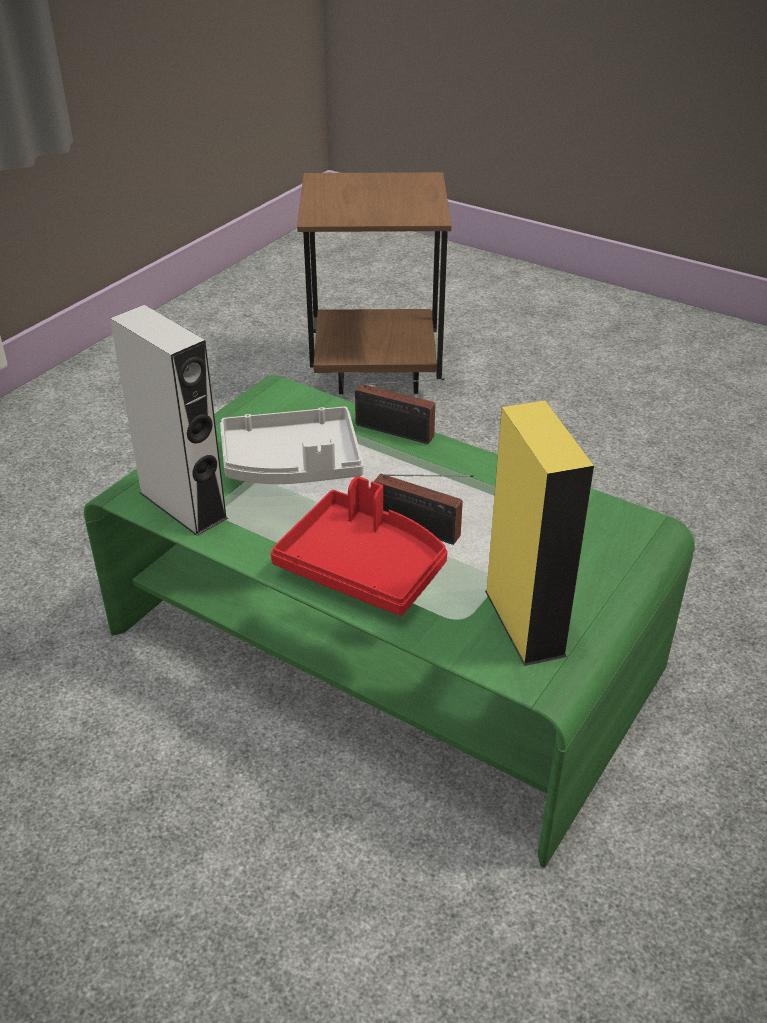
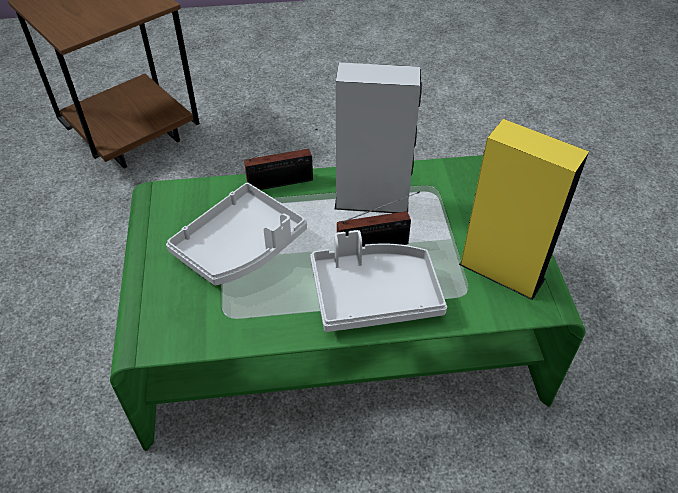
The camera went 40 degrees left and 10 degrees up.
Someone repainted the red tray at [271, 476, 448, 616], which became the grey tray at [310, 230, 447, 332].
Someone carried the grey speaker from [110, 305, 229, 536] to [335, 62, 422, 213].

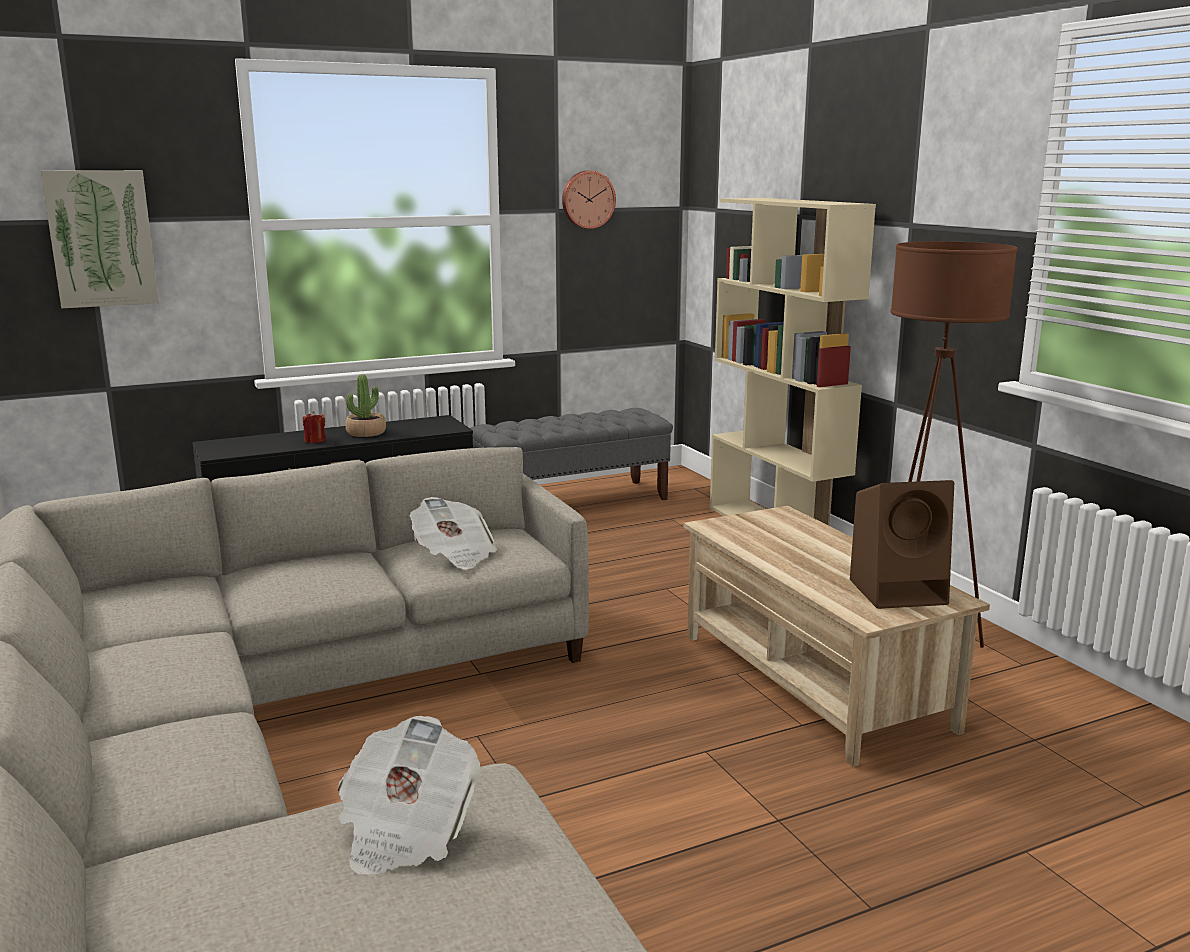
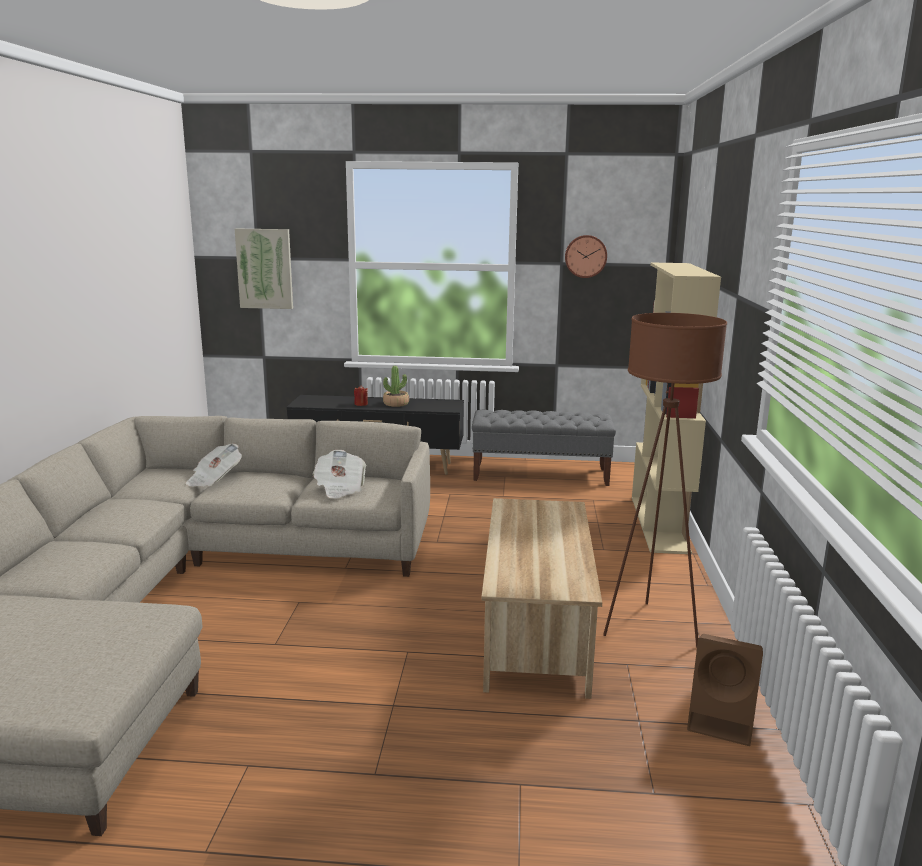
The camera went 30 degrees right and 0 degrees up.
Someone carried the newspaper from [338, 716, 481, 875] to [186, 444, 242, 487].
Someone carried the brown speaker from [850, 480, 954, 609] to [687, 634, 763, 746].

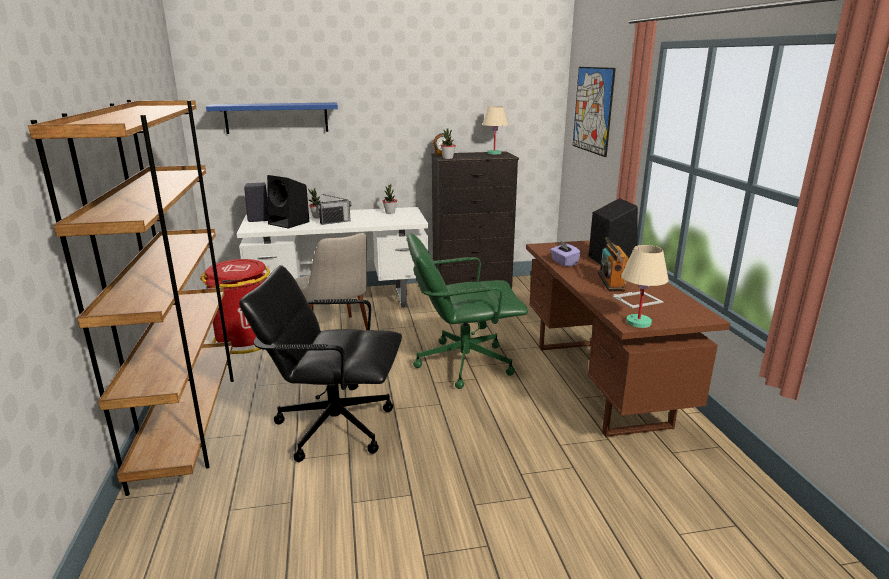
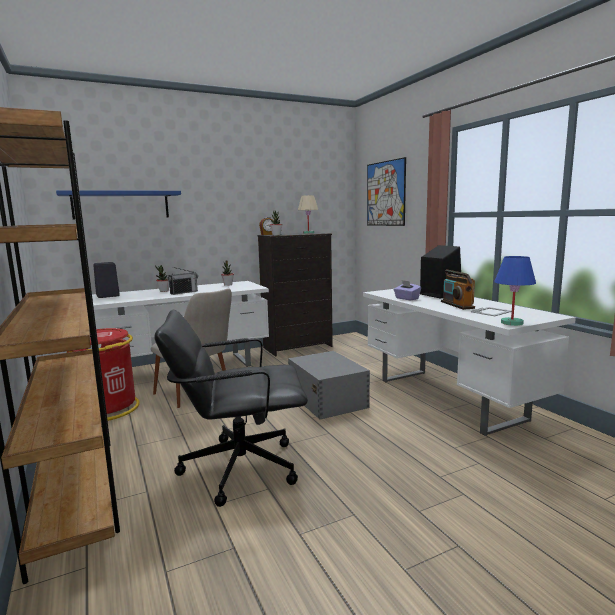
The camera went 15 degrees left and 10 degrees down.
Someone swapped the green office chair at [407, 233, 528, 389] for the grey storage box at [288, 351, 370, 420].
Someone repainted the brown desk at [526, 240, 730, 437], which became the white desk at [363, 289, 576, 436].
Someone repainted the beige table lamp at [621, 245, 669, 328], which became the blue table lamp at [494, 256, 536, 326].
Someone took away the black speaker at [267, 175, 310, 229].

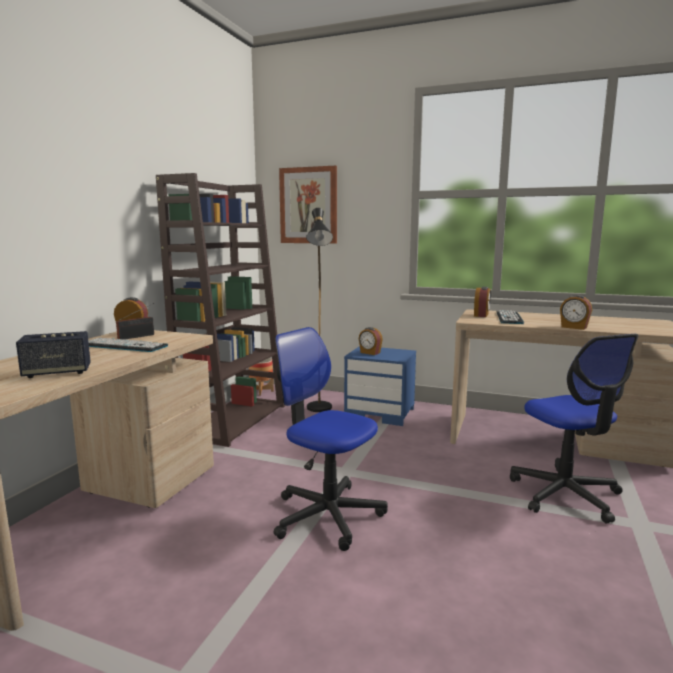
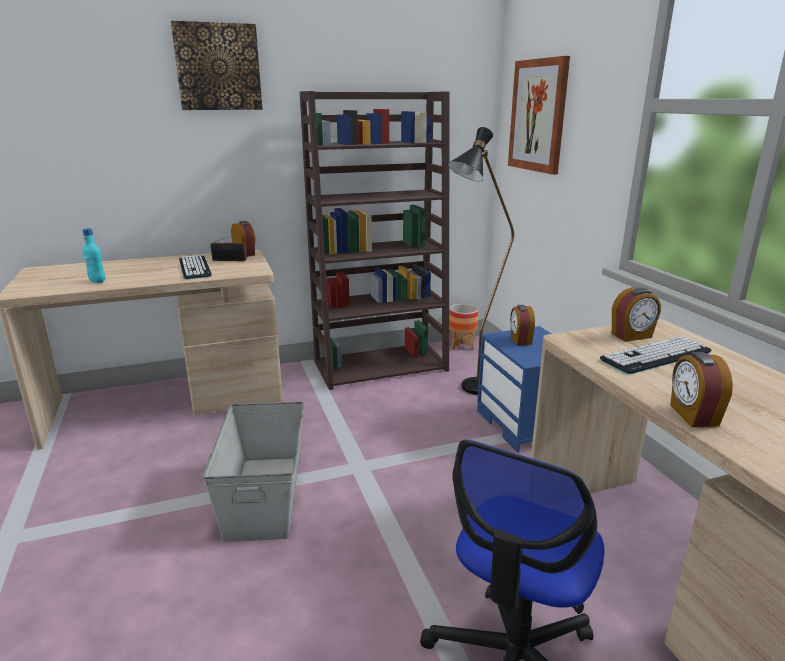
The camera went 50 degrees right and 10 degrees up.
Someone swapped the speaker at [16, 331, 91, 378] for the turquoise bottle at [83, 228, 106, 283].
Someone put up the picture at [171, 21, 263, 110].
Someone swapped the office chair at [274, 327, 388, 551] for the grey storage box at [202, 402, 304, 542].

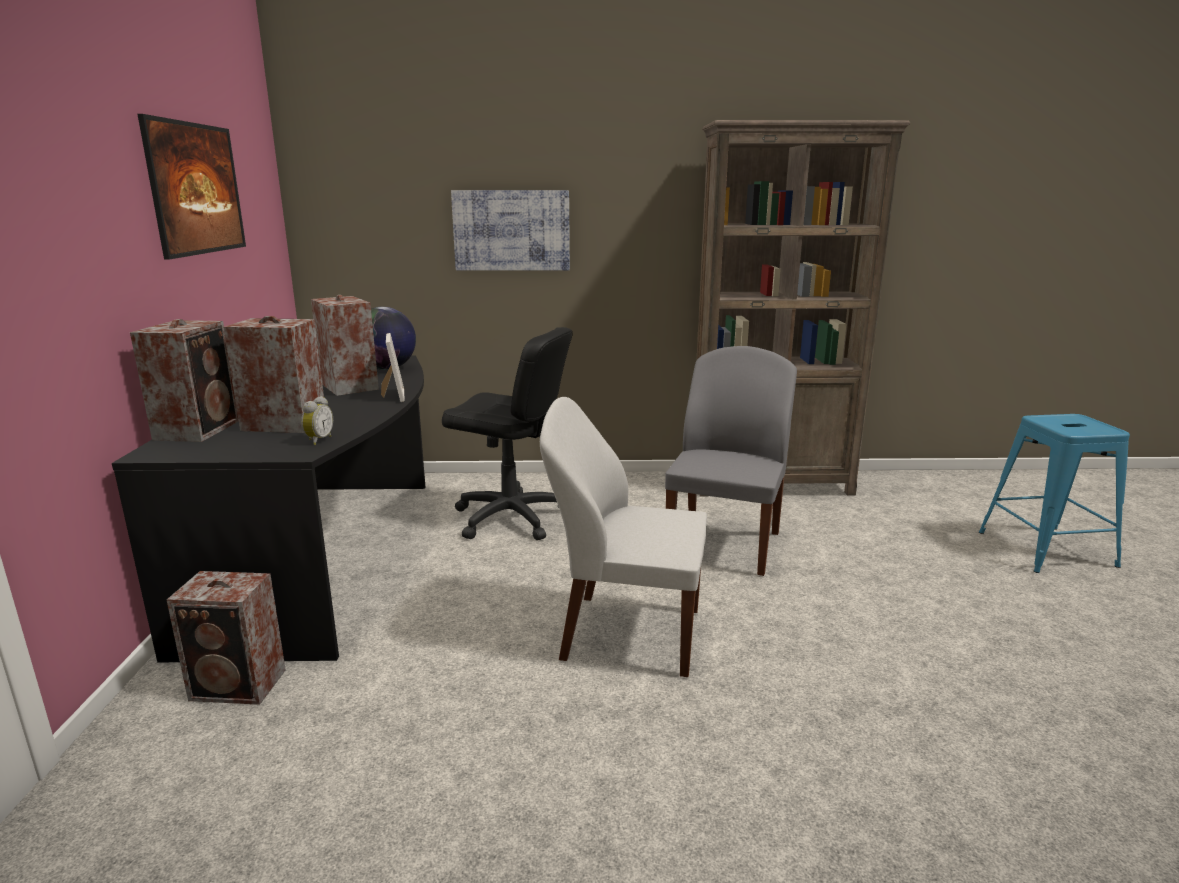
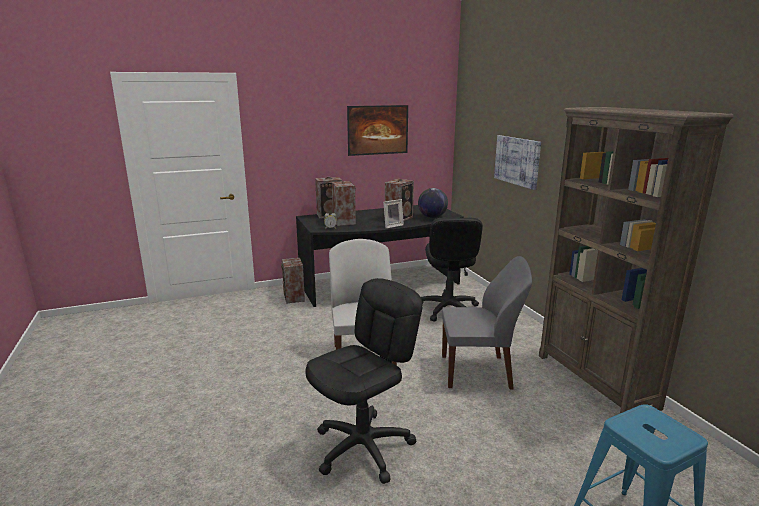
The camera went 70 degrees right and 0 degrees up.
Someone put down the black office chair at [305, 278, 423, 484].

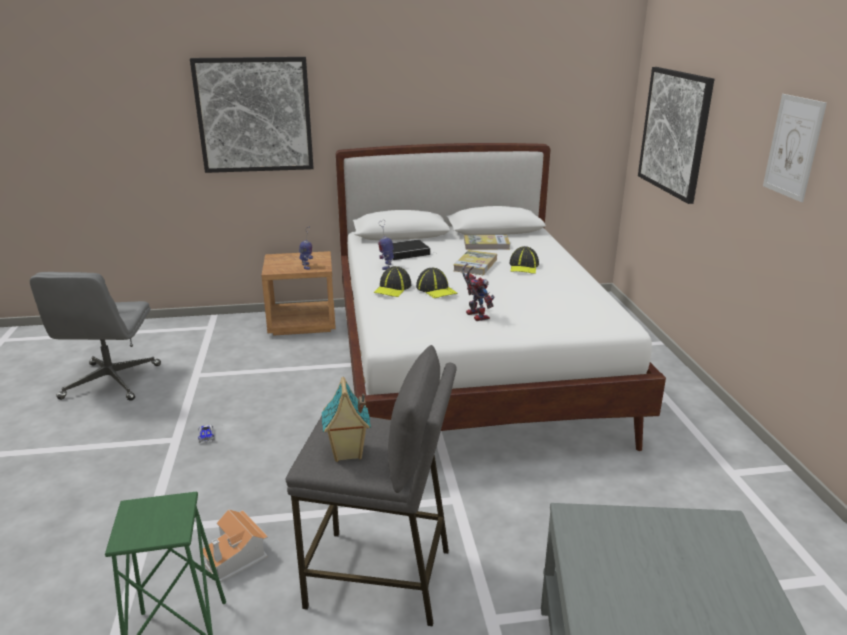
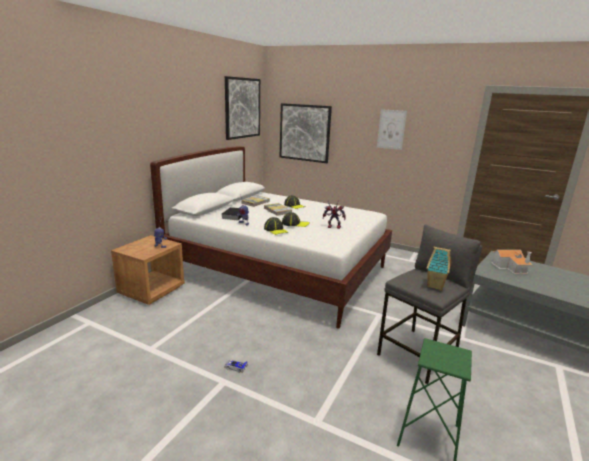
The camera went 55 degrees left and 5 degrees down.
Someone carried the picture from [190, 57, 314, 173] to [225, 76, 260, 140].
Someone carried the toy house from [203, 509, 268, 582] to [491, 250, 533, 274].
Someone took away the grey office chair at [30, 272, 161, 401].

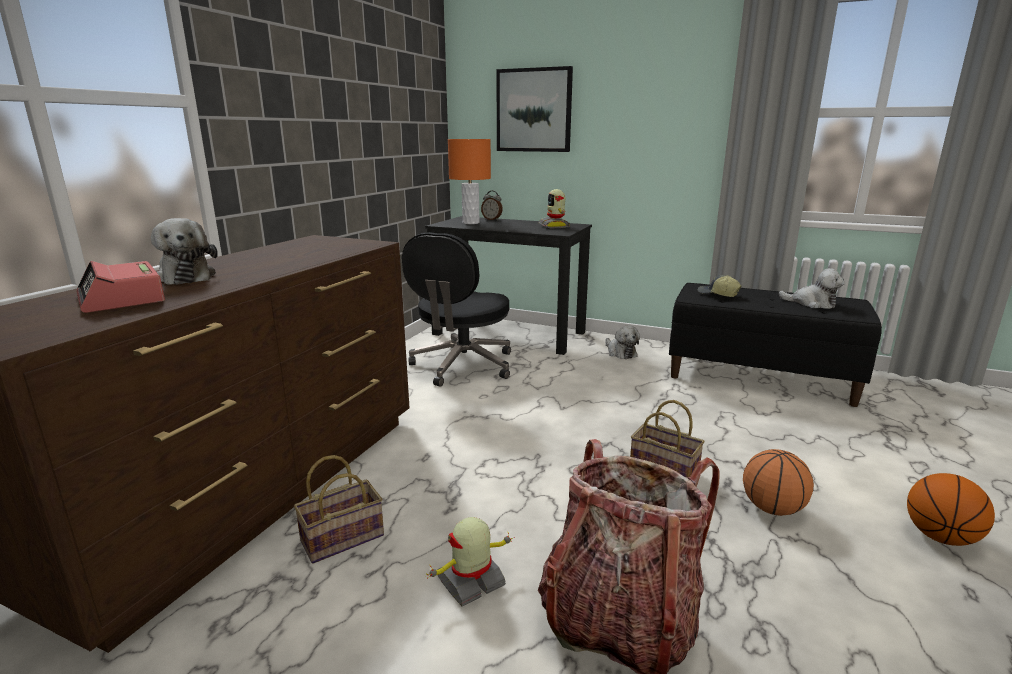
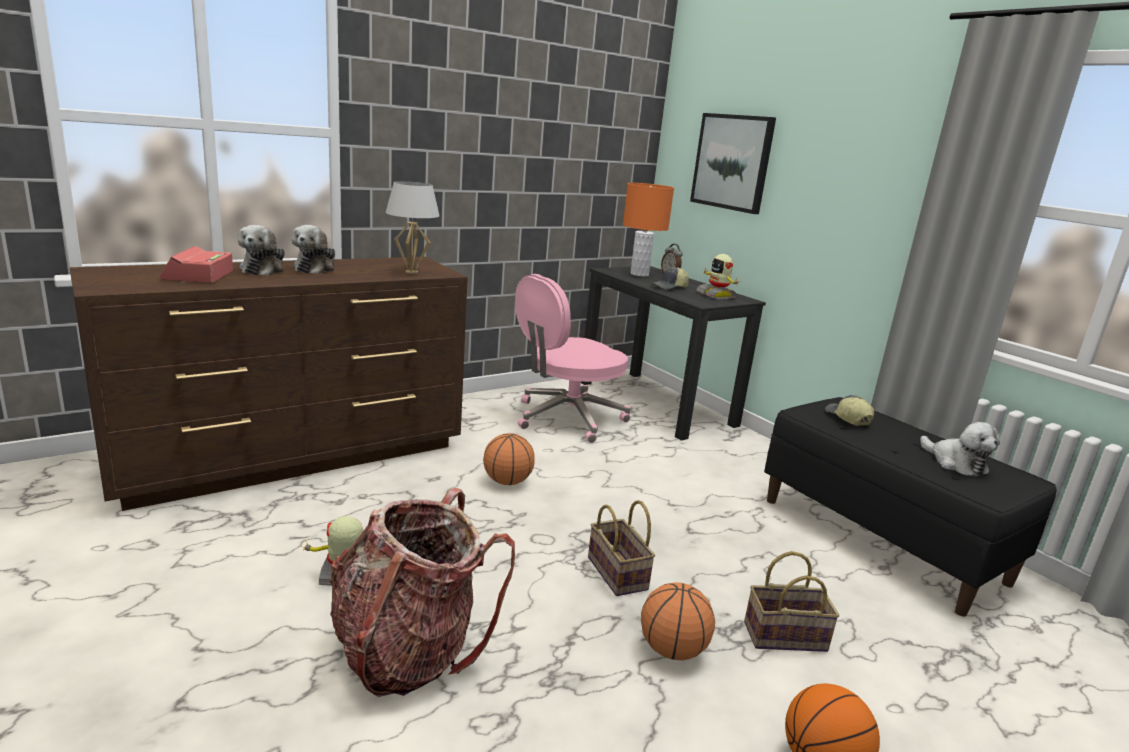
The camera went 30 degrees right and 0 degrees up.
Someone carried the plush toy from [605, 326, 640, 359] to [292, 225, 335, 274].
Someone put down the white table lamp at [386, 181, 440, 274].
Someone put down the basketball at [483, 433, 535, 485].
Someone repainted the black office chair at [402, 232, 511, 387], which became the pink office chair at [515, 274, 631, 443].
Someone put down the cap at [651, 267, 689, 289].
Someone rotated the toy robot at [538, 189, 570, 228] by 45 degrees counterclockwise.
Someone carried the basket from [294, 455, 384, 564] to [744, 551, 839, 652].

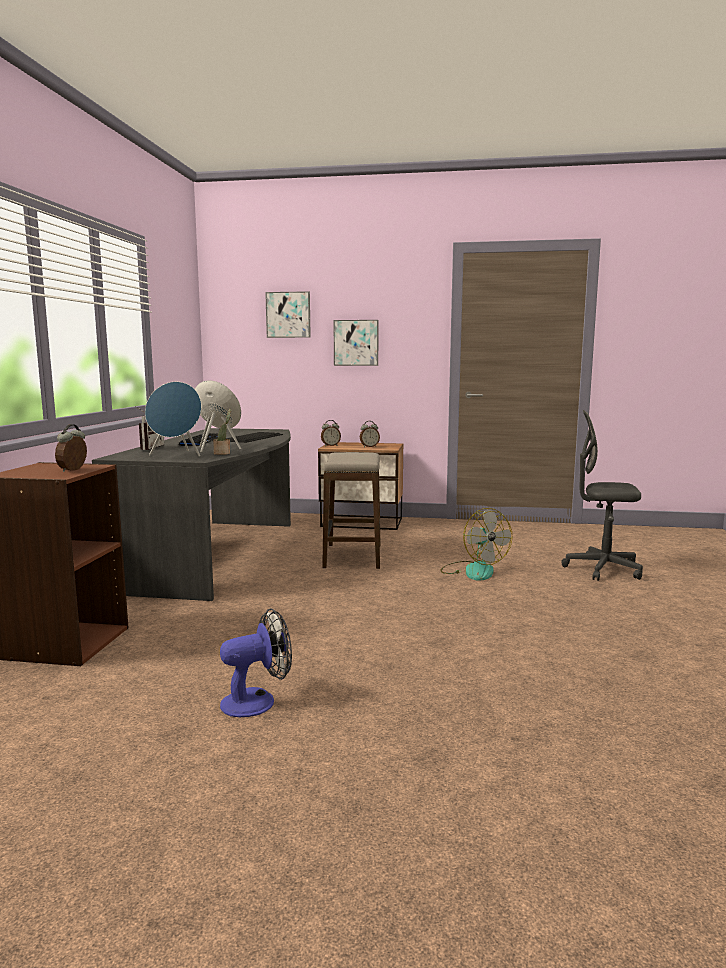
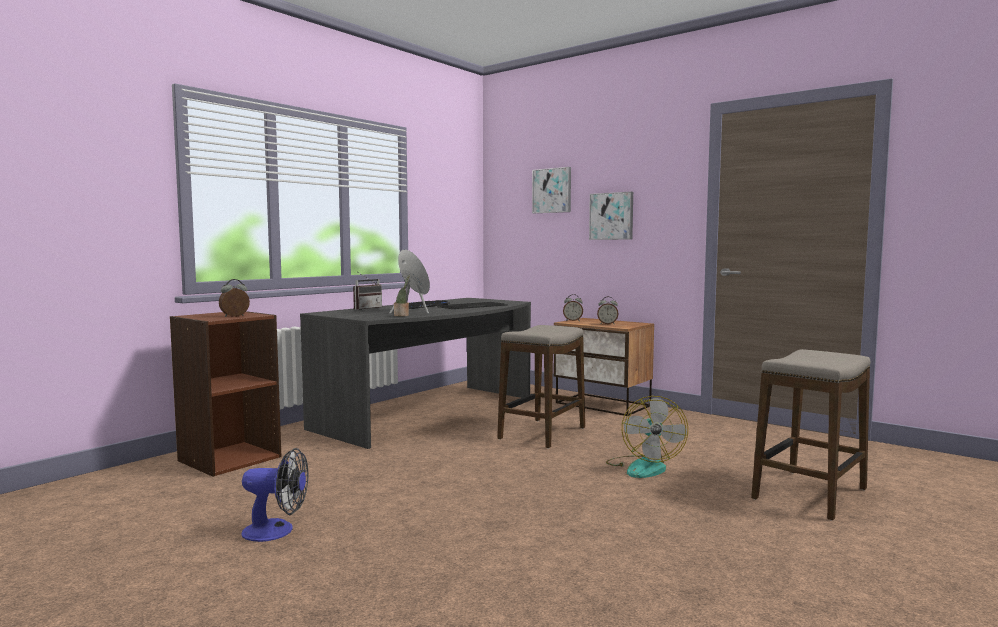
The camera went 30 degrees right and 5 degrees down.
Someone swapped the grey office chair at [561, 410, 643, 581] for the stool at [751, 349, 871, 520].
Someone took away the blue speaker at [145, 382, 202, 457].

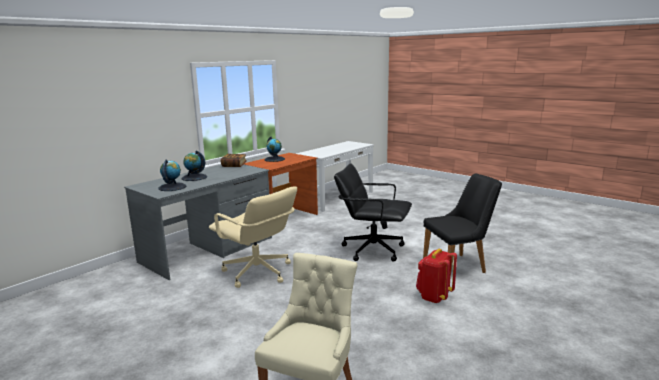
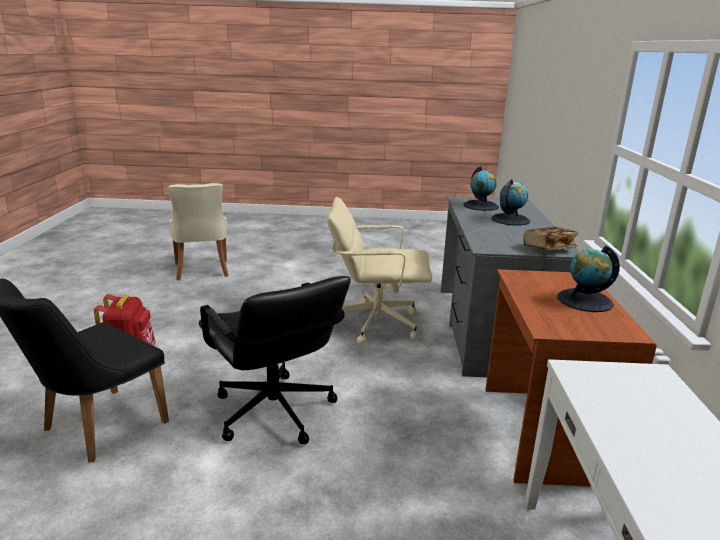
The camera went 140 degrees right and 5 degrees up.
Someone rotated the black office chair at [334, 163, 412, 261] by 75 degrees clockwise.

